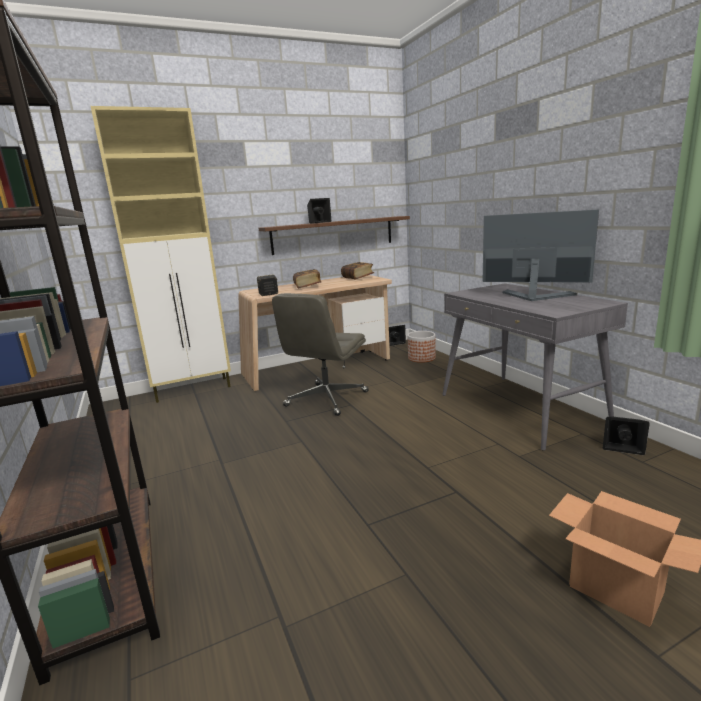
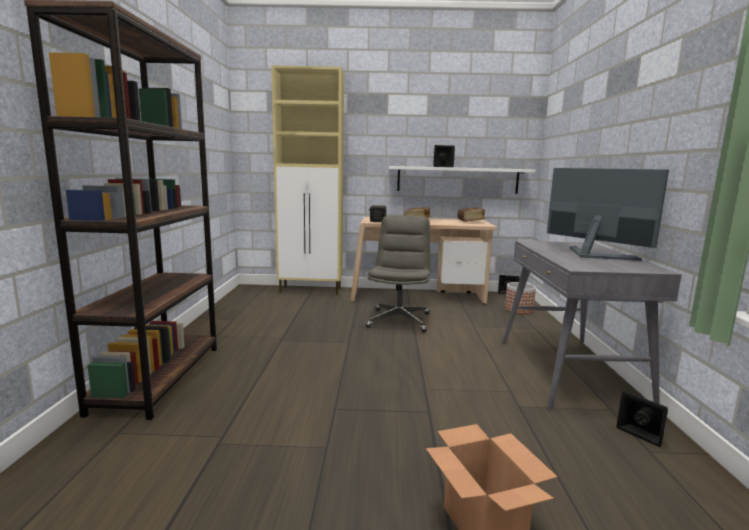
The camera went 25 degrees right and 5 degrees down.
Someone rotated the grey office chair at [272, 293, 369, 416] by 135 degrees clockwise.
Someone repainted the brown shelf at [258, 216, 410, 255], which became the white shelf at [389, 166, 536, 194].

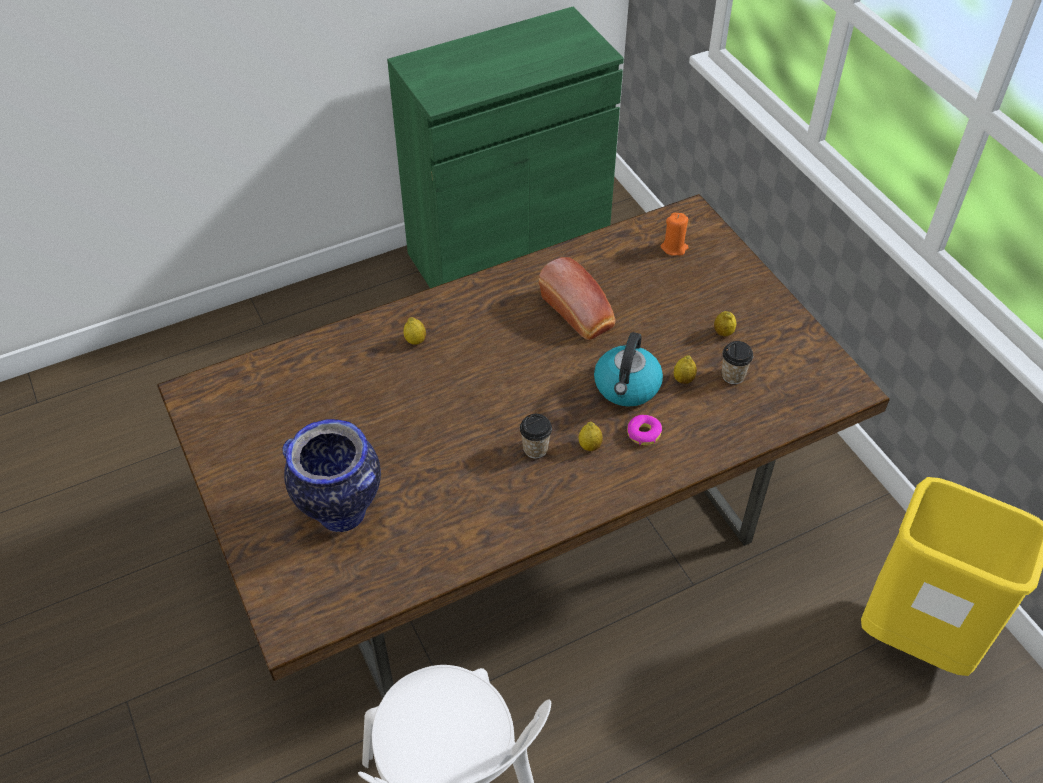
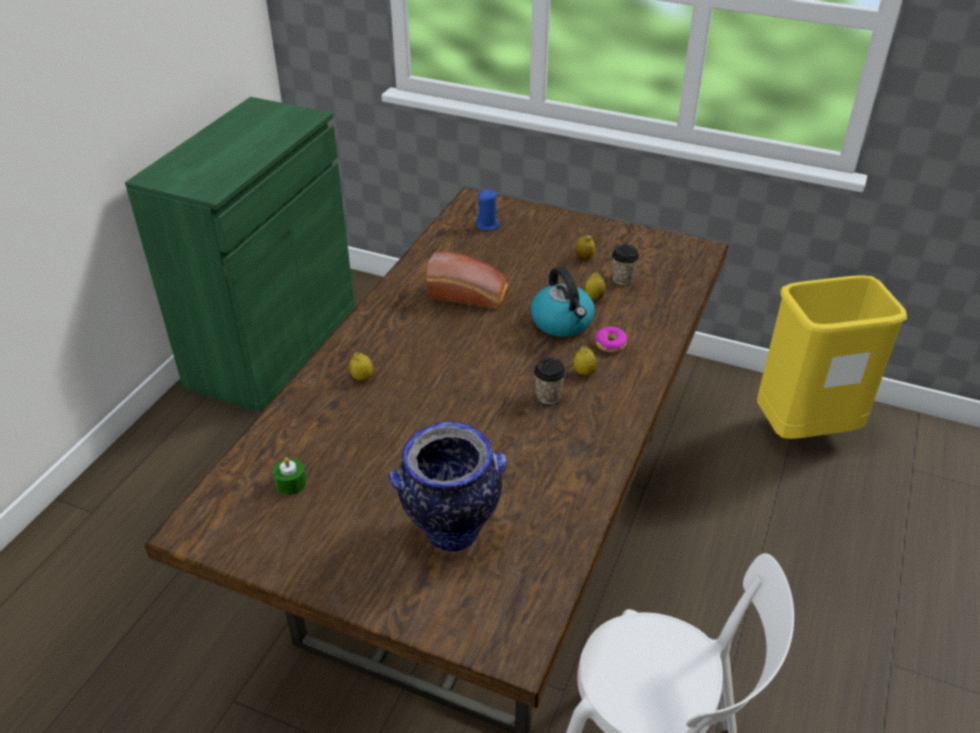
The camera went 40 degrees left and 10 degrees down.
Someone put down the green candle at [273, 457, 307, 495].
Someone repainted the orange candle at [660, 213, 689, 256], which became the blue candle at [476, 190, 500, 231].

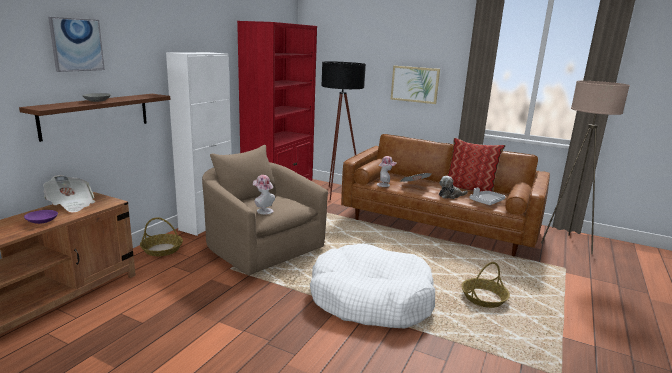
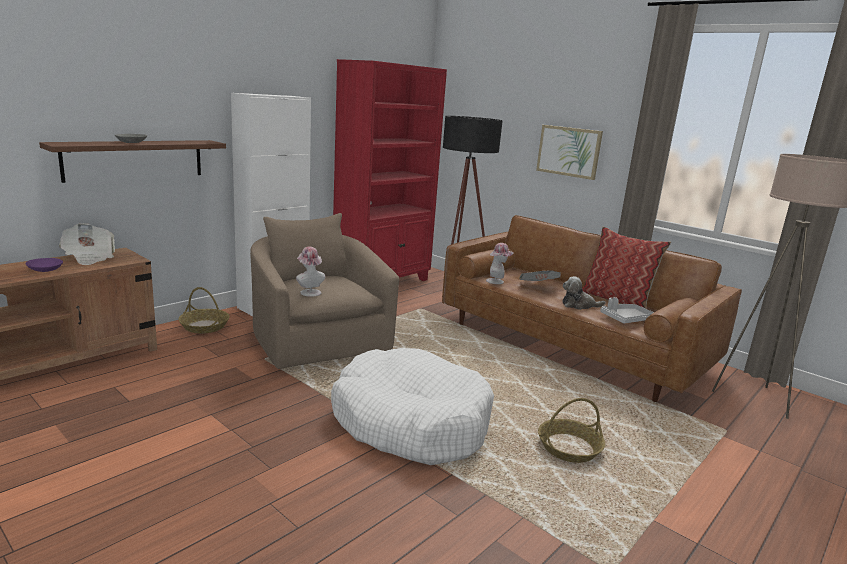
The camera went 15 degrees right and 0 degrees up.
Someone took away the picture at [48, 17, 105, 72].

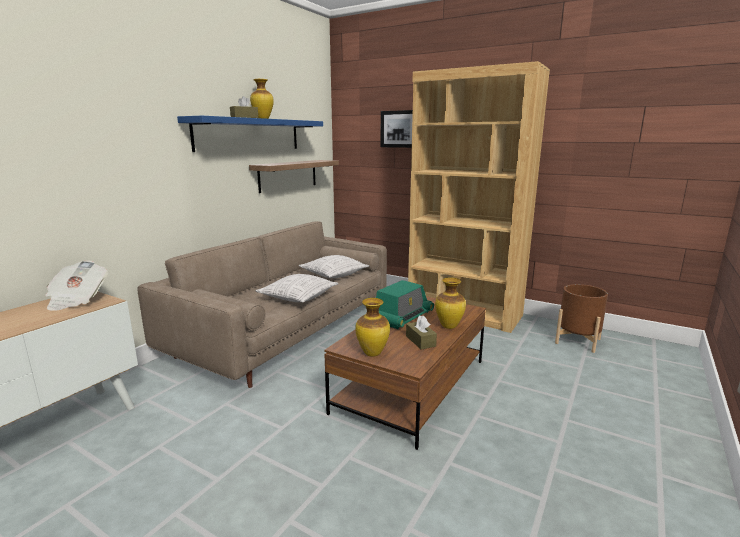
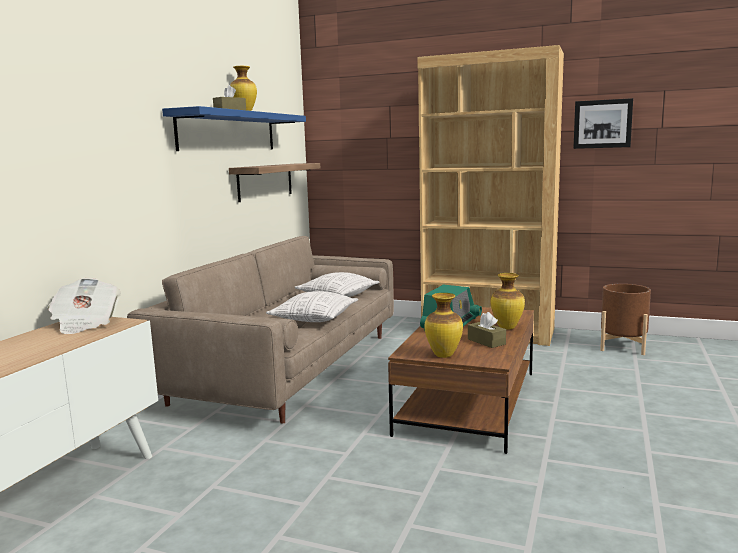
The camera went 10 degrees left and 5 degrees down.
Someone carried the picture from [380, 110, 413, 148] to [573, 98, 633, 149].

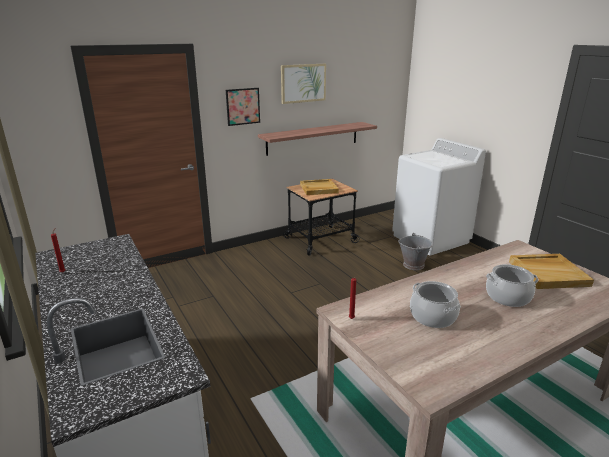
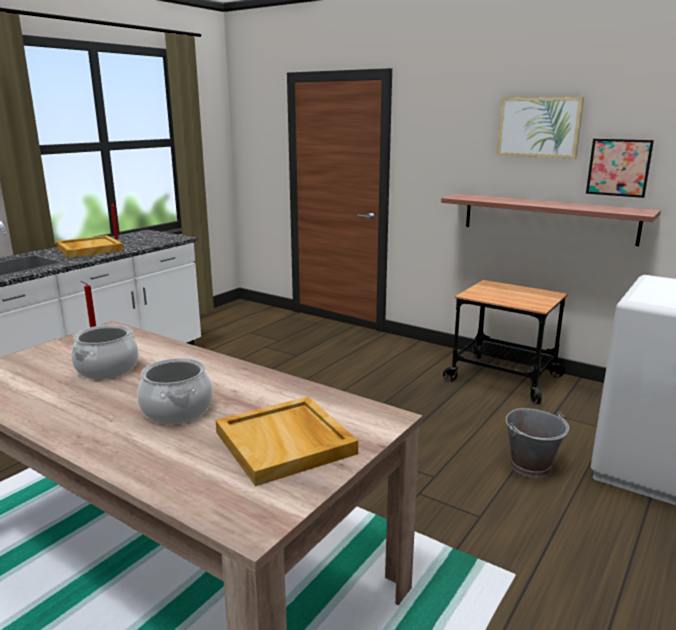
The camera went 65 degrees right and 5 degrees down.
Someone carried the beige tray from [300, 179, 339, 195] to [55, 235, 124, 258].
Someone carried the picture from [226, 88, 260, 126] to [586, 139, 654, 198].

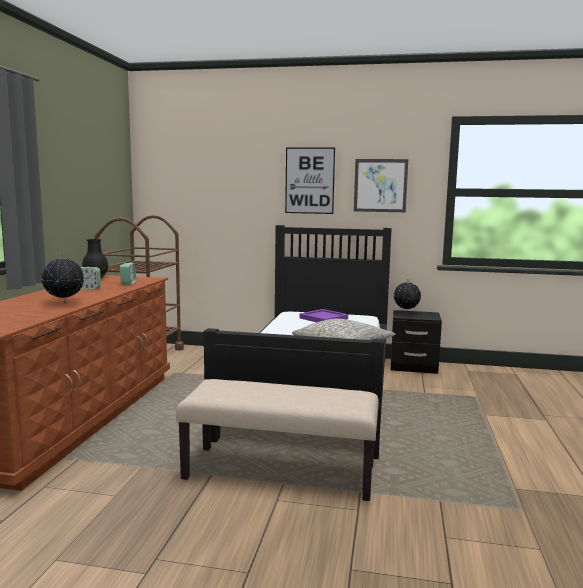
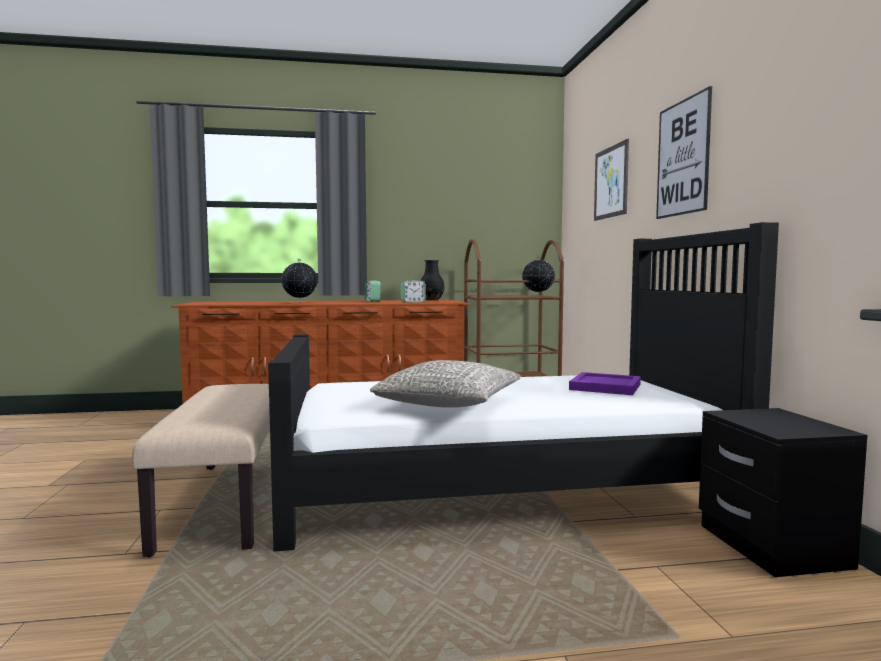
The camera went 70 degrees right and 5 degrees down.
Someone carried the globe from [394, 279, 421, 313] to [522, 256, 555, 297].
Someone carried the picture from [354, 159, 408, 212] to [594, 139, 629, 221].

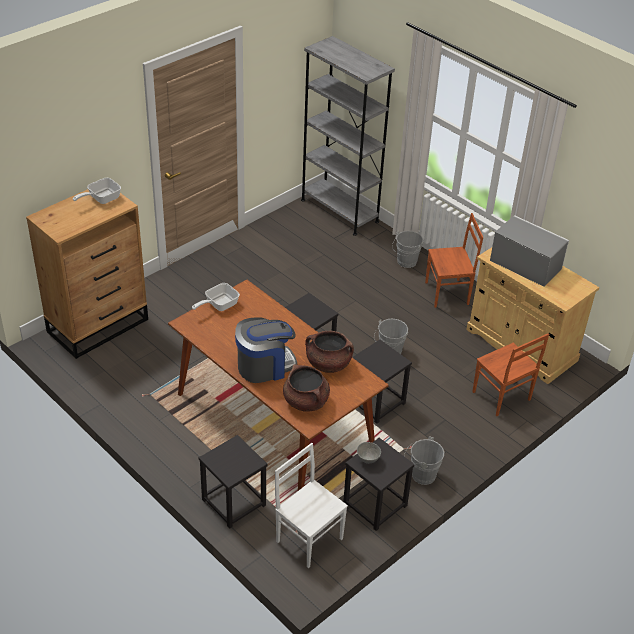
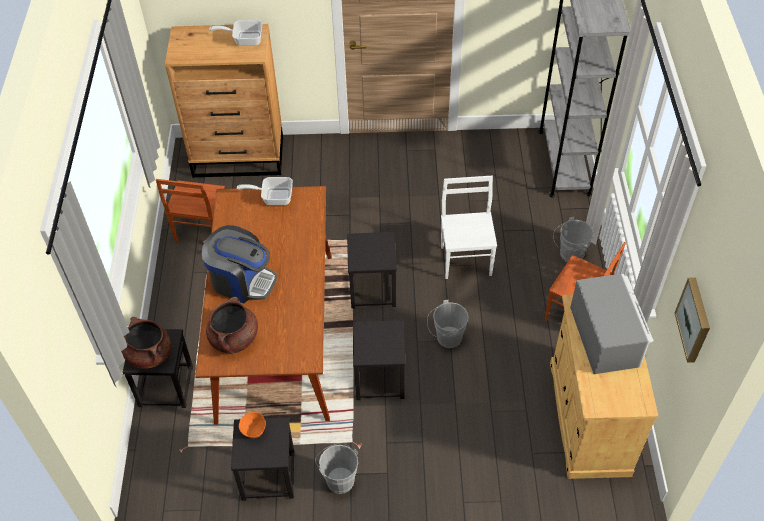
The camera went 45 degrees right and 10 degrees up.
Someone carried the brown cooking pot from [305, 331, 354, 373] to [121, 317, 172, 369].
Someone carried the brown chair from [472, 333, 549, 416] to [156, 179, 225, 243].
Someone repainted the grey bowl at [357, 442, 381, 464], which became the orange bowl at [239, 412, 266, 438].
Someone carried the white chair from [275, 443, 348, 568] to [441, 176, 497, 279].
Someone put up the picture at [675, 277, 710, 363].

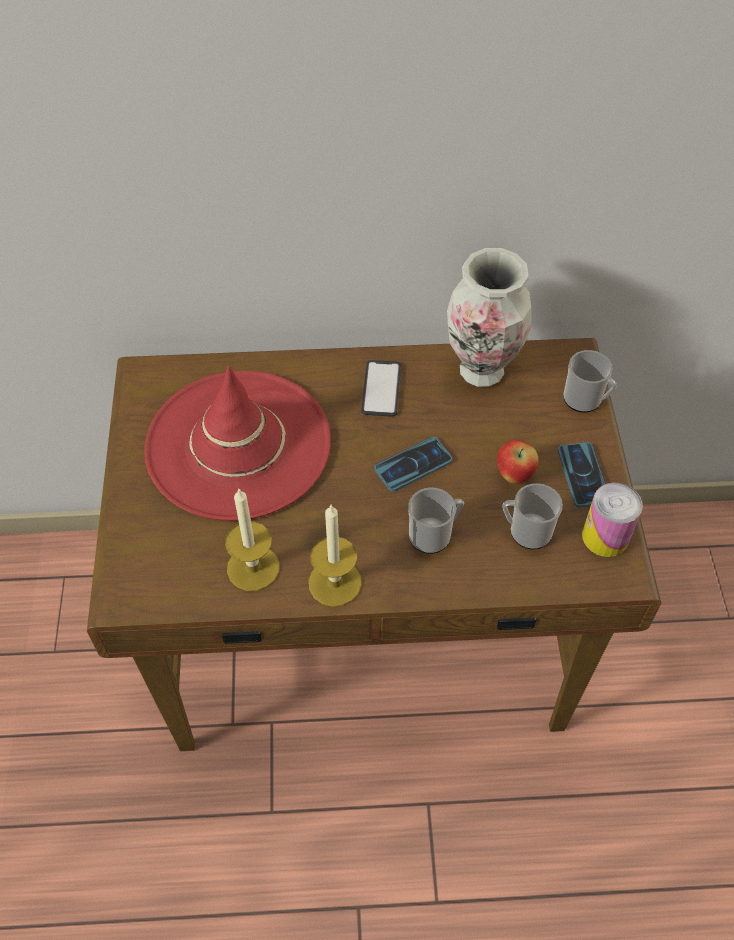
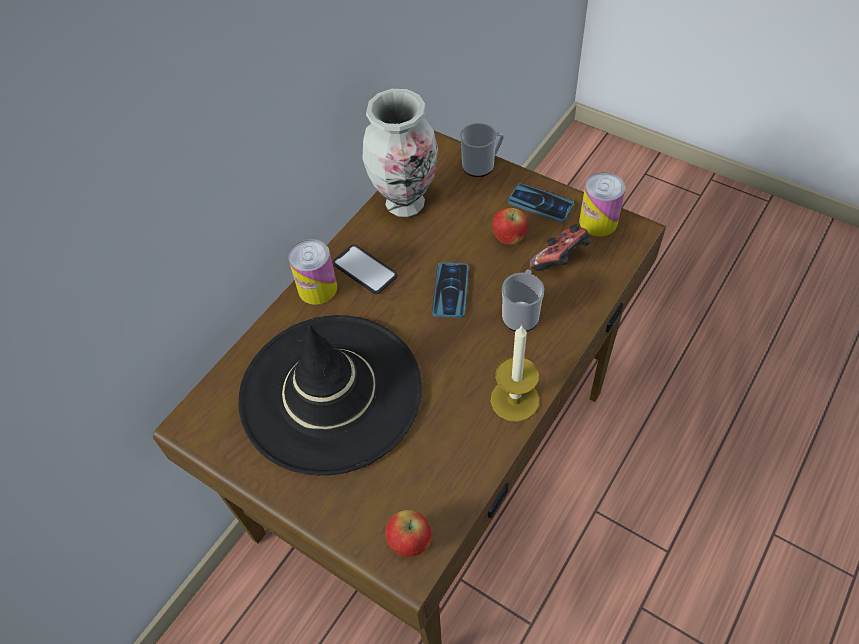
The camera went 50 degrees left and 0 degrees up.
Someone repainted the red hat at [144, 366, 331, 521], which became the black hat at [238, 315, 422, 476].
Someone put down the can at [288, 239, 337, 305].
Someone put down the apple at [385, 510, 432, 557].
Someone swapped the mug at [502, 483, 563, 549] for the game controller at [530, 224, 591, 271].
Someone took away the candle at [225, 488, 280, 591].

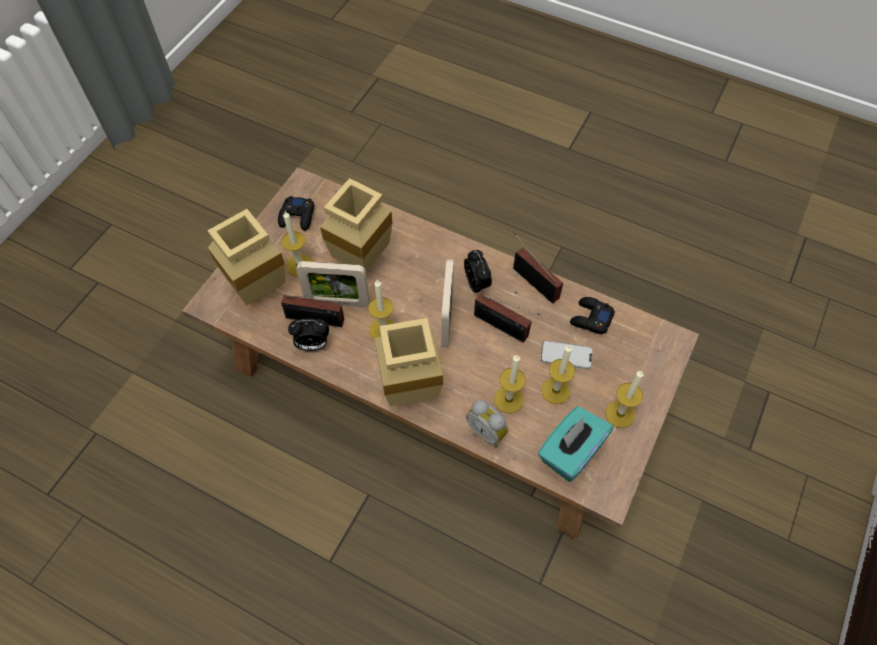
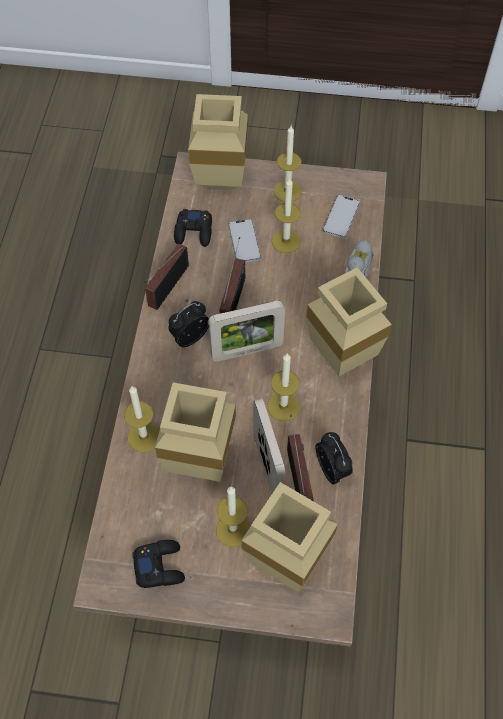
The camera went 110 degrees left and 0 degrees up.
Someone carried the candle from [494, 354, 526, 413] to [124, 386, 159, 452].
Someone put down the beige vase at [188, 94, 248, 190].
Someone swapped the turquoise tissue box at [538, 406, 613, 482] for the phone at [323, 195, 360, 238].

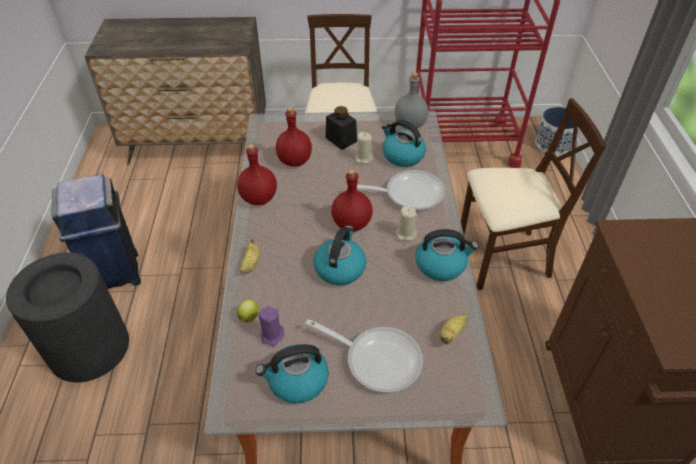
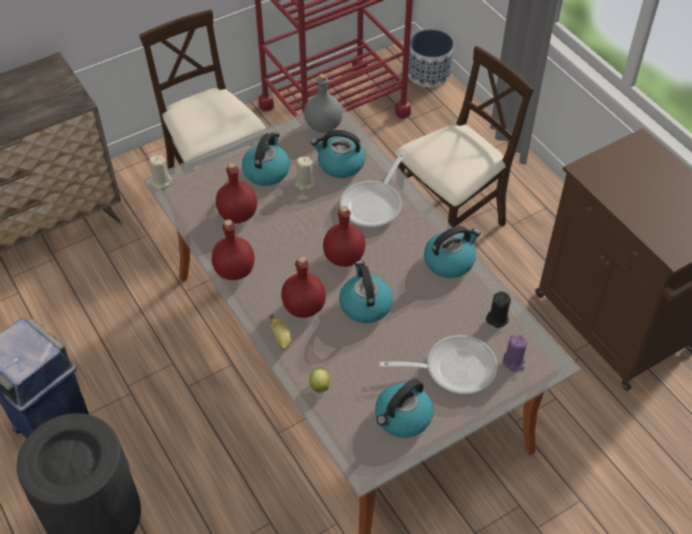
The camera went 30 degrees left and 5 degrees up.
Someone carried the beige candle from [395, 206, 417, 241] to [149, 155, 172, 190].
Someone swapped the black jar at [326, 106, 357, 150] for the kettle at [242, 132, 290, 186].
Someone put down the red bottle at [281, 256, 326, 318].
Someone rotated the frying pan at [347, 170, 445, 211] by 150 degrees clockwise.
Someone swapped the banana at [440, 314, 468, 344] for the black candle at [486, 291, 511, 328].
Someone carried the purple candle from [259, 306, 284, 346] to [503, 335, 527, 372].

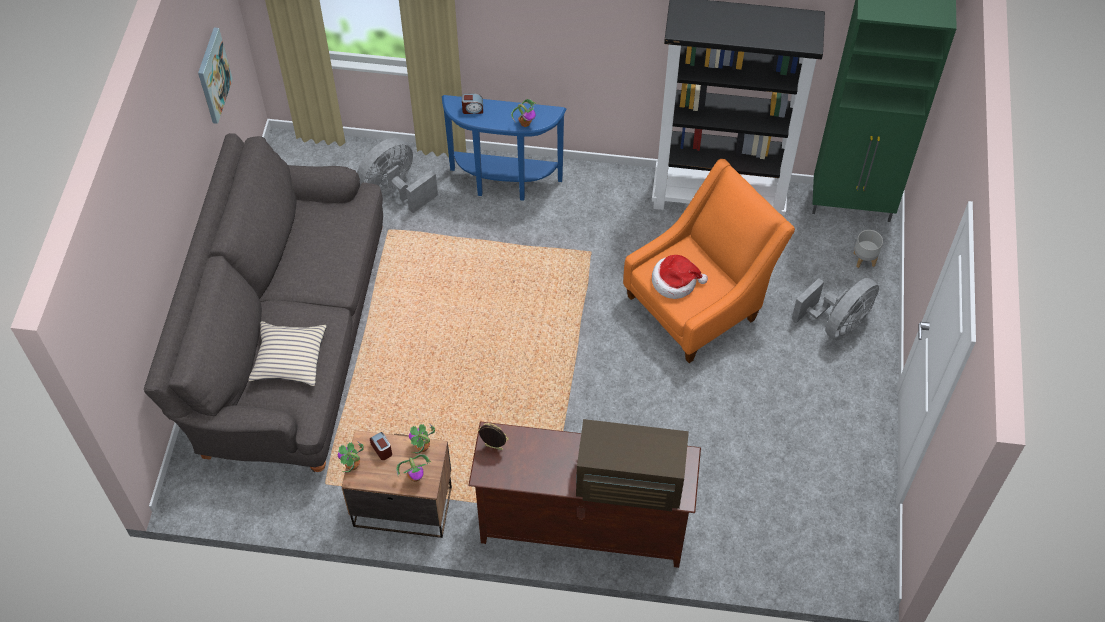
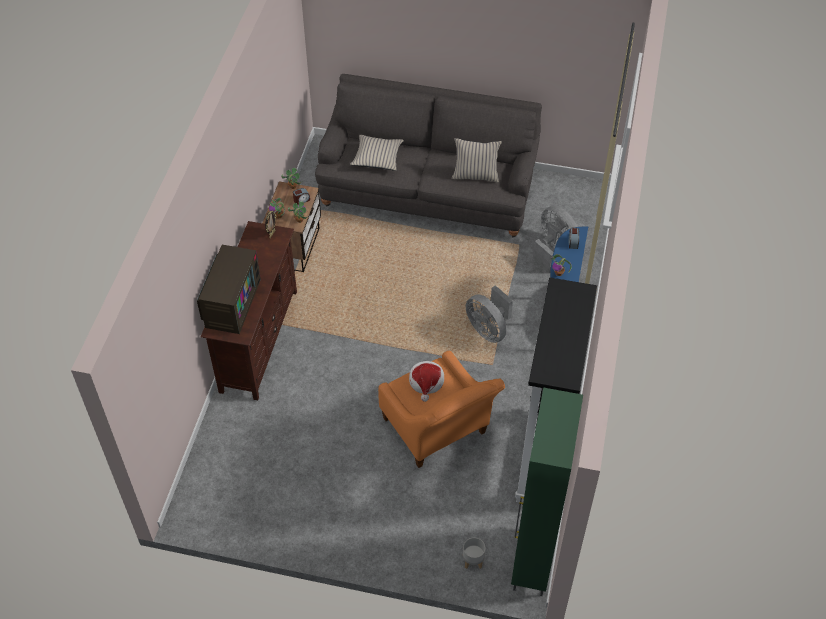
The camera went 95 degrees right and 5 degrees down.
Someone put down the beige pillow at [452, 138, 502, 183].
Someone carried the grey fan from [792, 278, 879, 340] to [466, 285, 513, 343].
Someone took away the picture at [198, 28, 233, 124].

